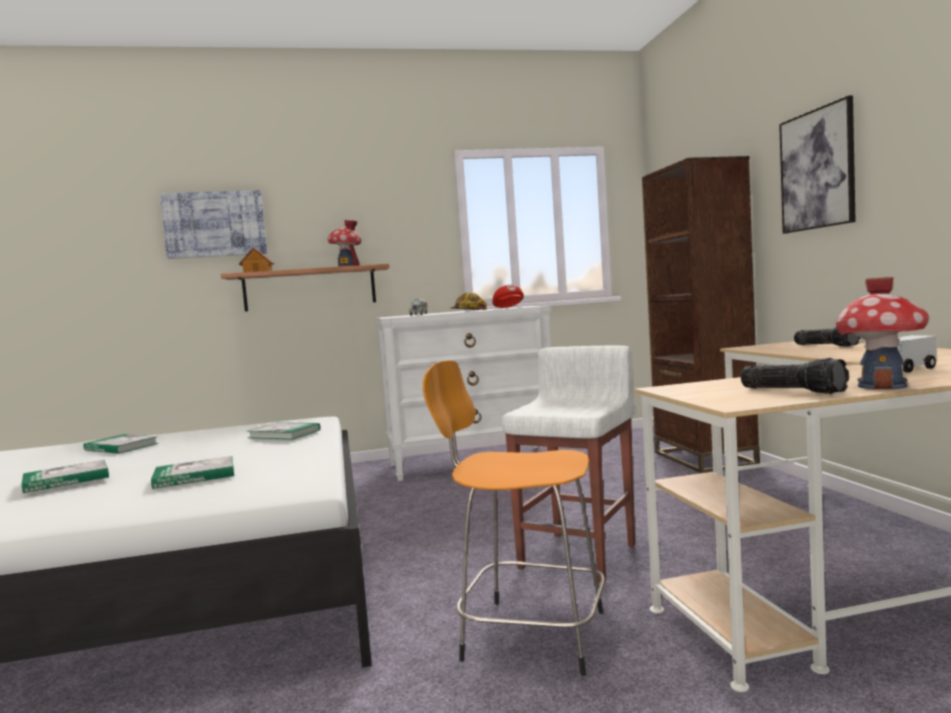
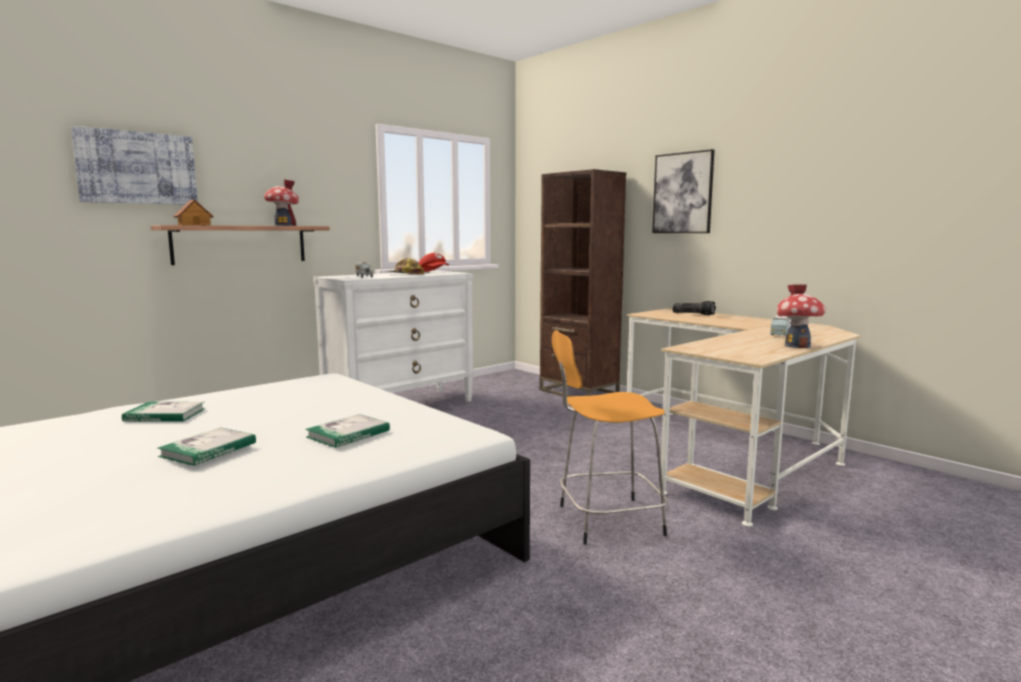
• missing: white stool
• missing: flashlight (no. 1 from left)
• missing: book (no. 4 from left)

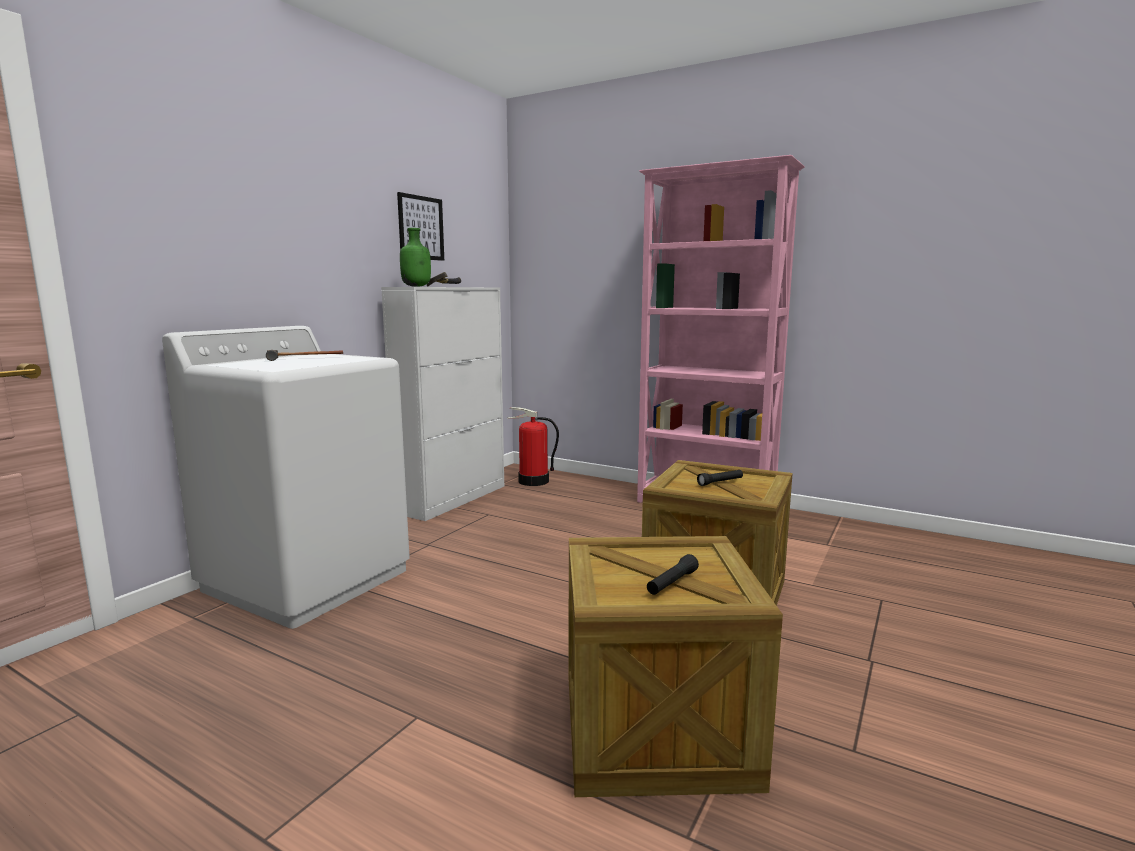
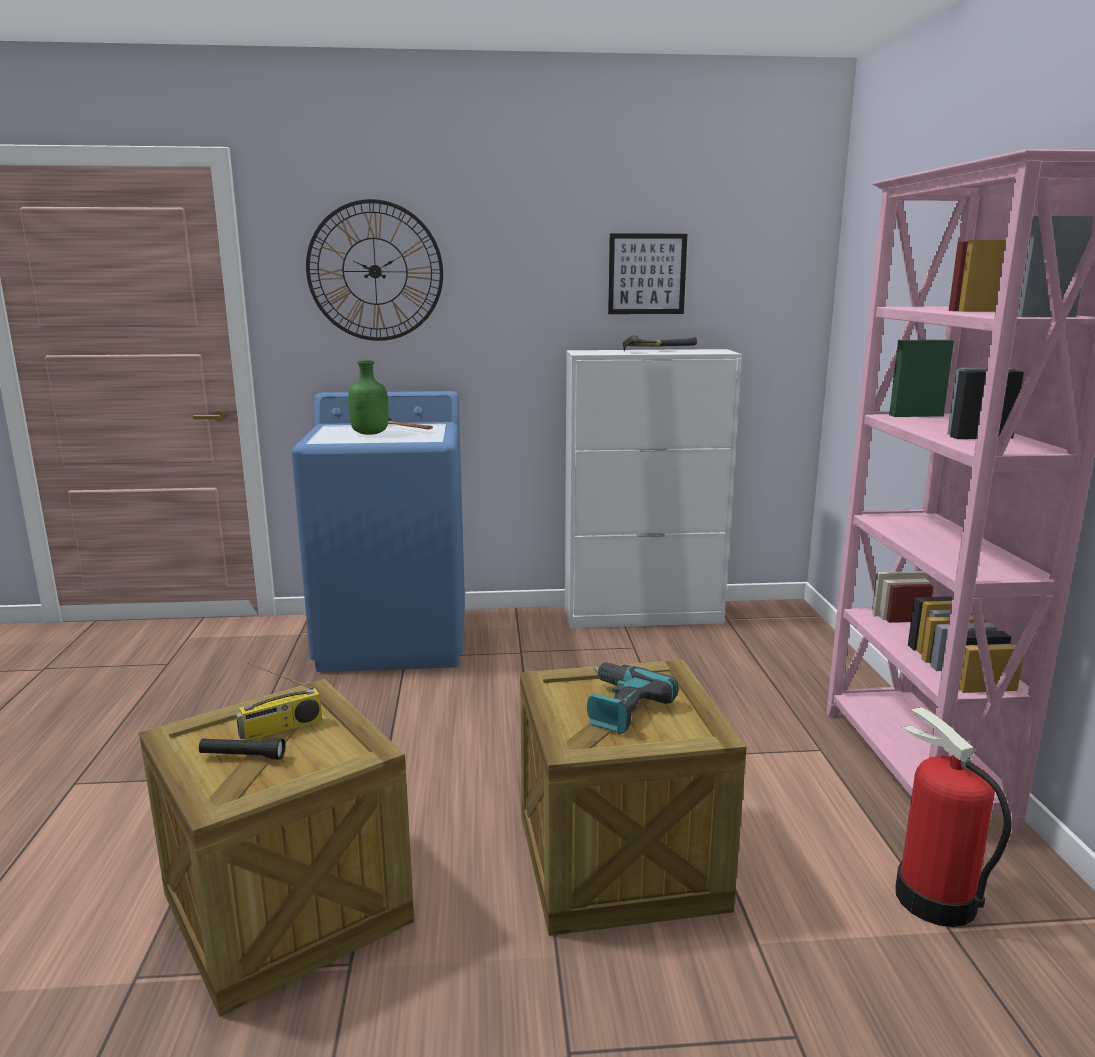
• relocated: green bottle
• colour: white washing machine to blue washing machine
• relocated: fire extinguisher
• exchanged: black flashlight (no. 2 from left) to power drill
• appeared: wall clock
• appeared: radio

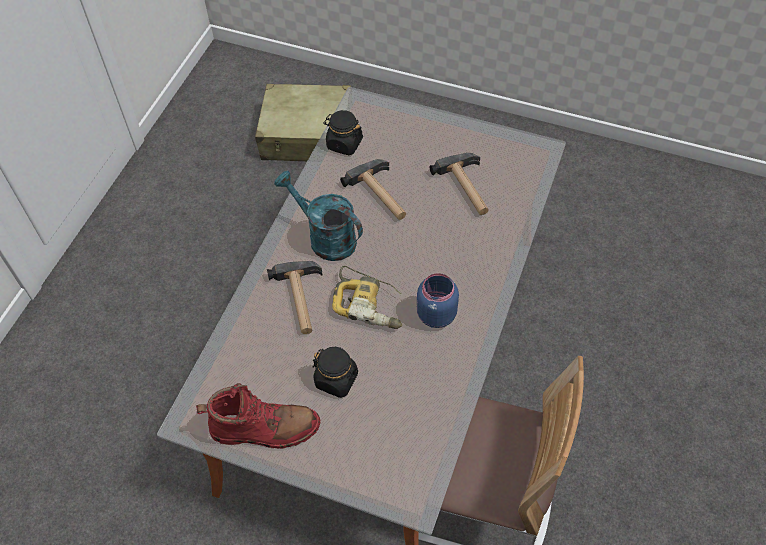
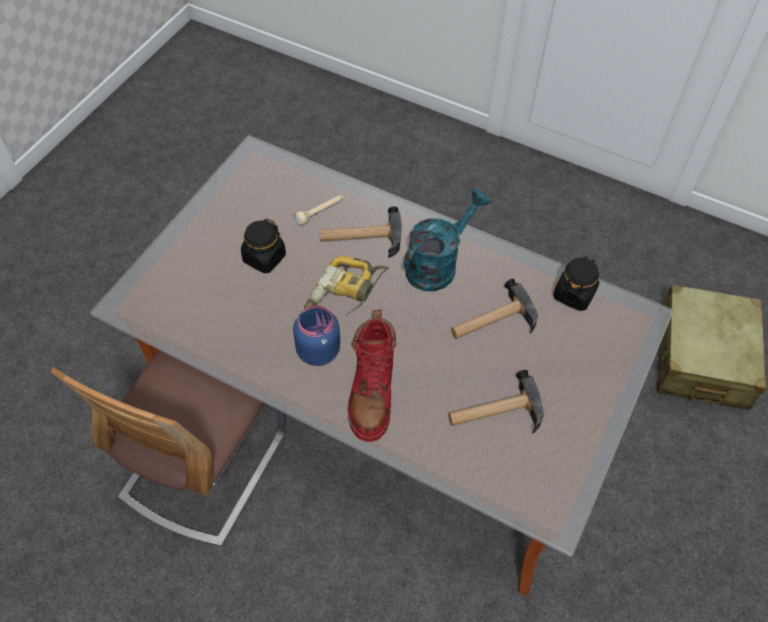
• relocated: red boot
• appeared: beige flashlight

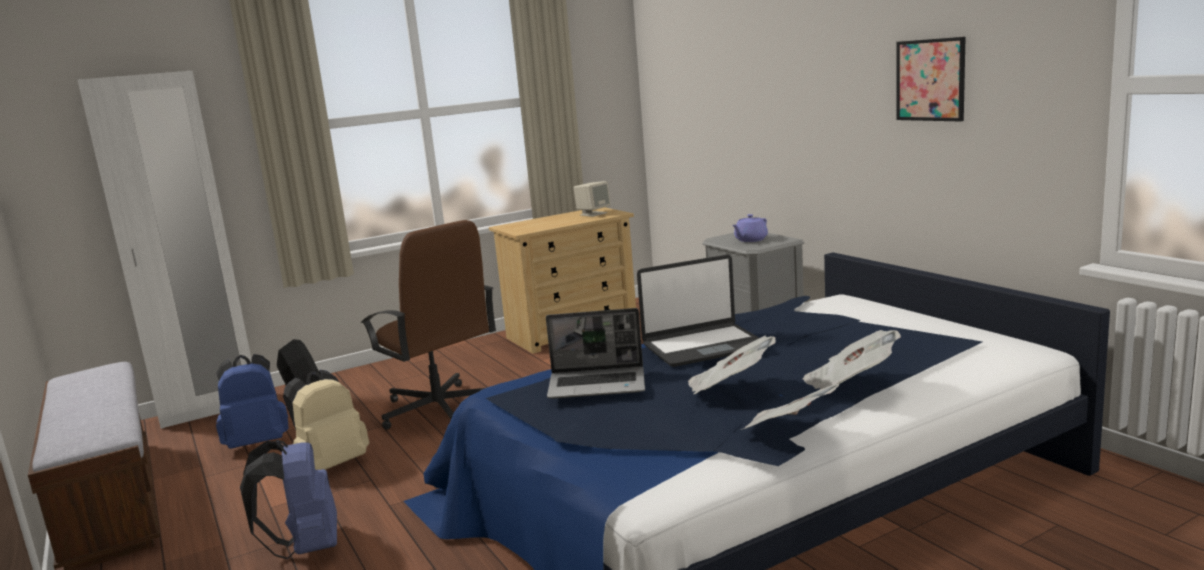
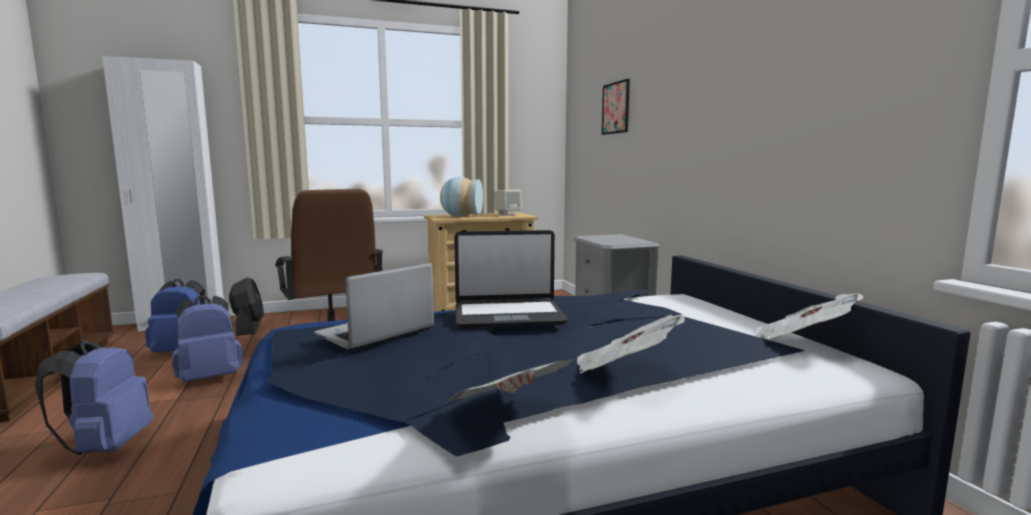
• relocated: picture
• missing: purple teapot
• spun: laptop (no. 1 from left) 120 degrees clockwise
• relocated: newspaper (no. 1 from left in the first image) to newspaper (no. 3 from left)
• colour: beige backpack to blue backpack (no. 3 from left)
• appeared: vase

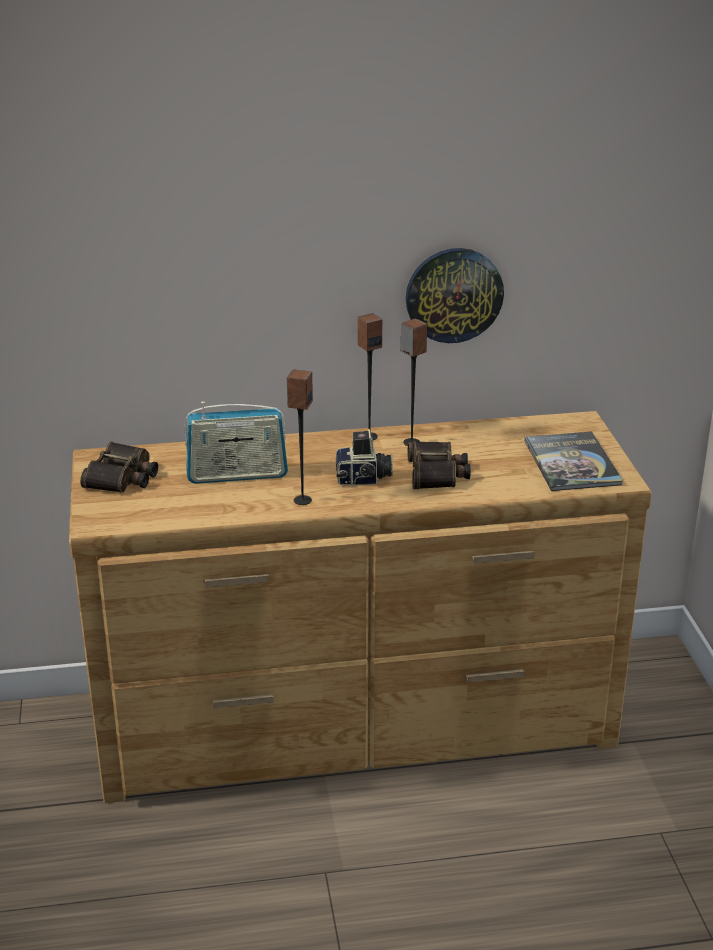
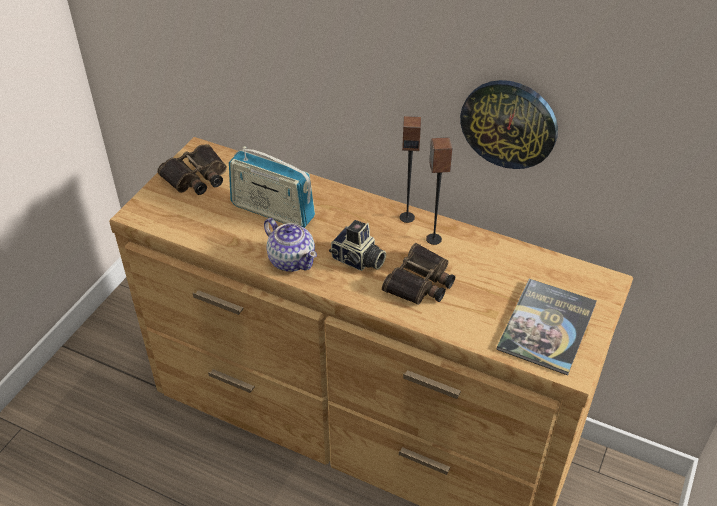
• exchanged: speaker (no. 1 from left) to teapot

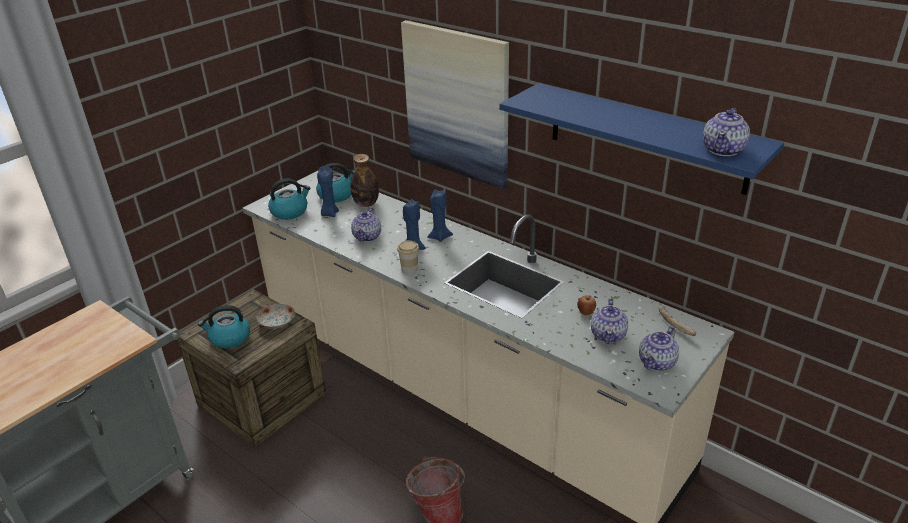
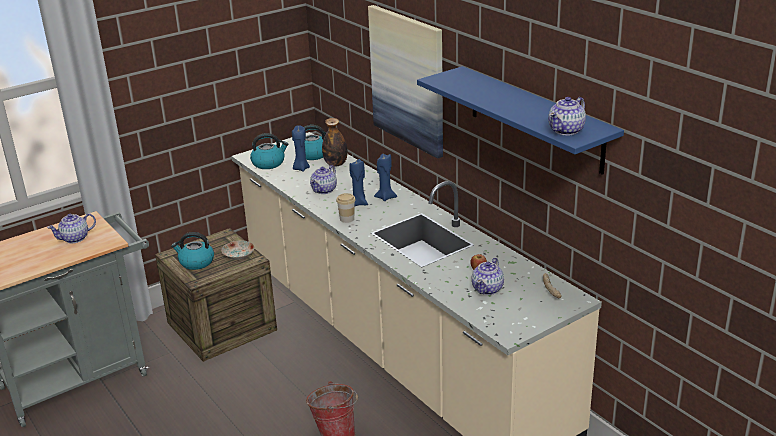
• relocated: teapot (no. 3 from left in the first image) to teapot (no. 1 from left)

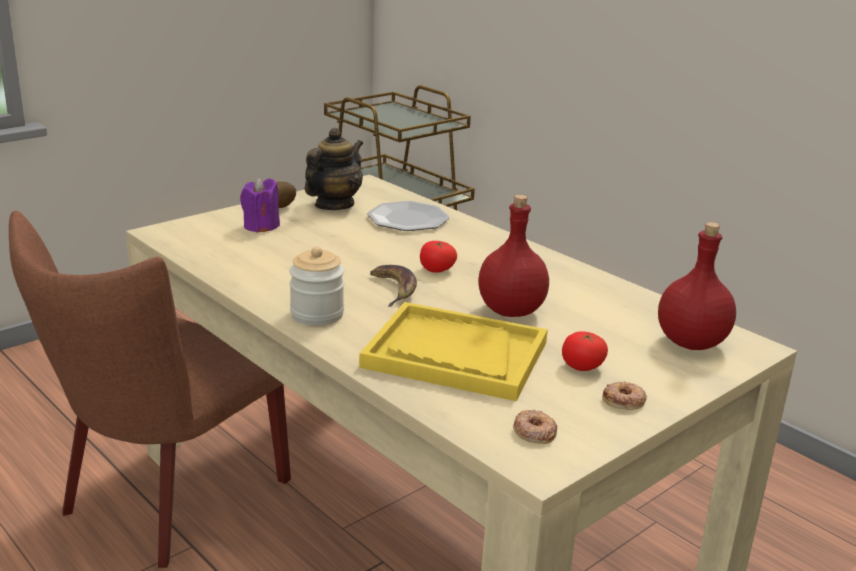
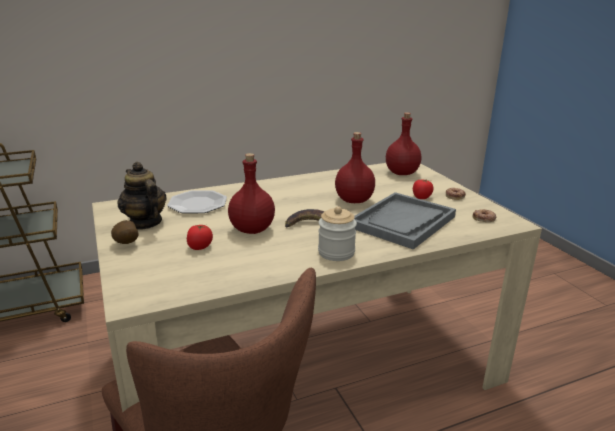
• missing: purple candle
• relocated: tomato (no. 1 from left)
• colour: yellow tray to grey tray
• appeared: red bottle (no. 1 from left)

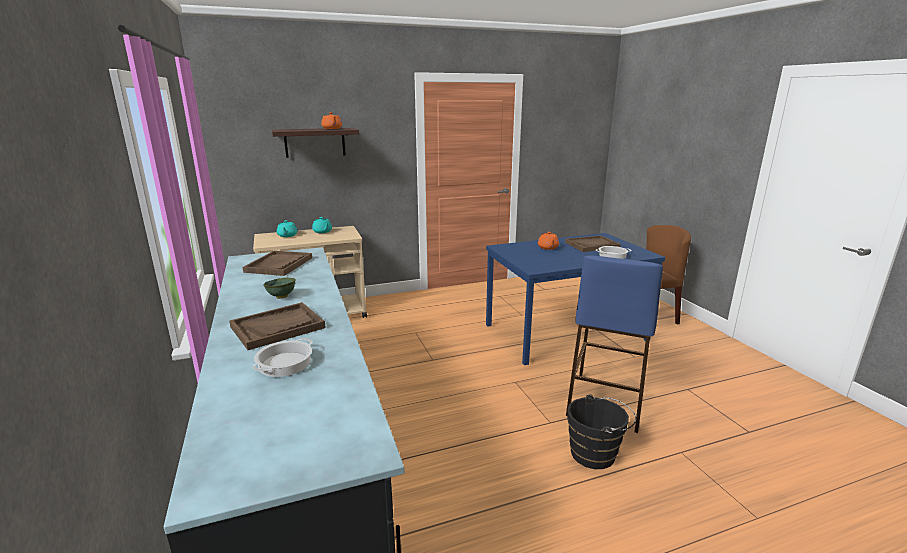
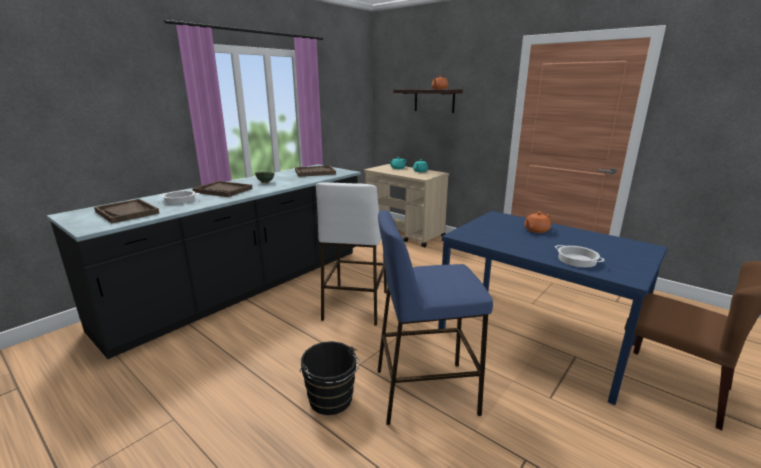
• relocated: brown tray (no. 3 from left in the first image) to brown tray (no. 1 from left)
• appeared: white stool

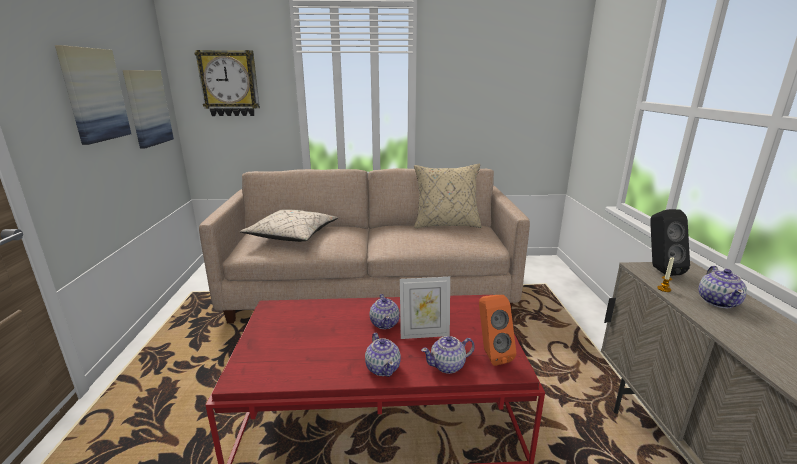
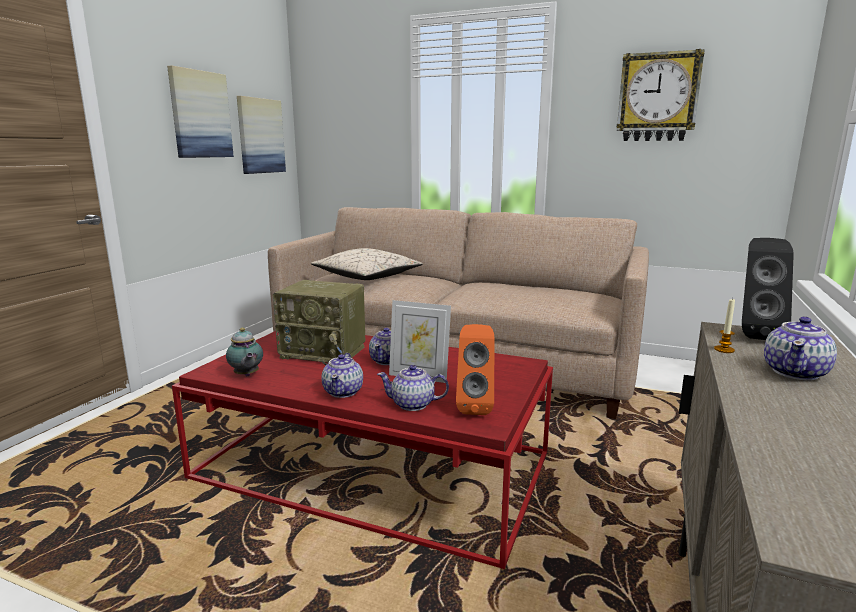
• relocated: wall clock
• missing: beige pillow (no. 2 from left)
• appeared: radio
• appeared: teapot (no. 1 from left)

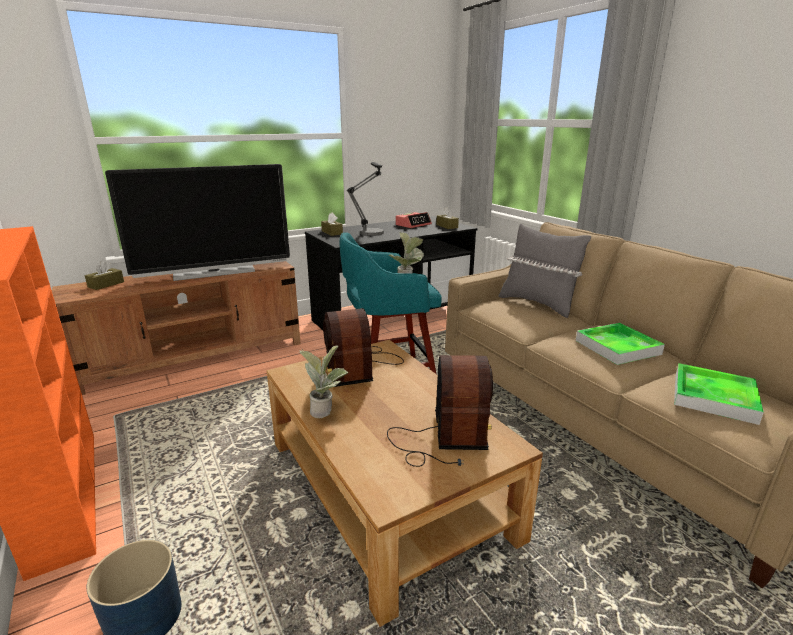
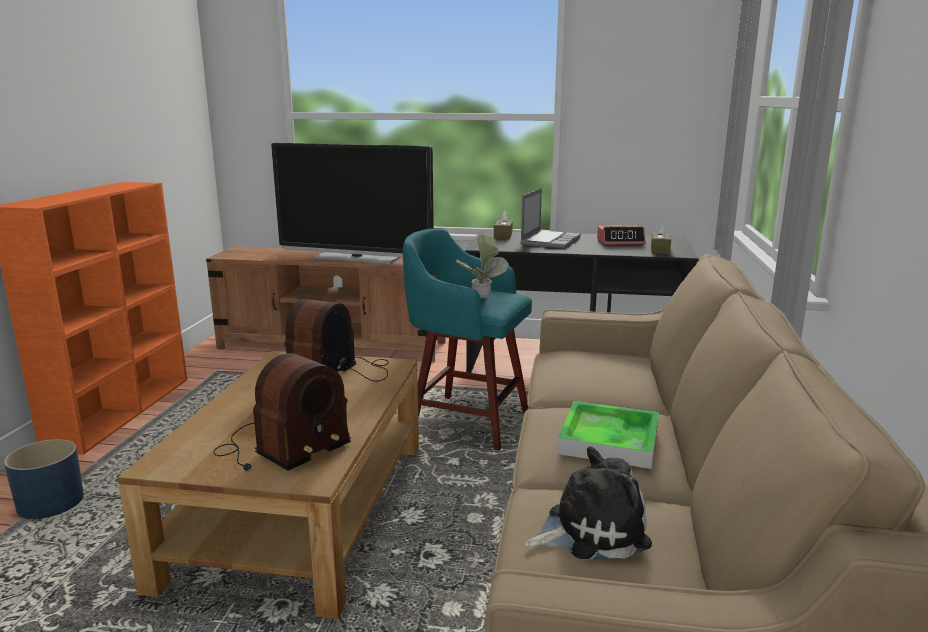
• exchanged: table lamp to laptop
• missing: grey pillow
• missing: brown tissue box (no. 1 from left)
• missing: potted plant (no. 1 from left)
• exchanged: tray (no. 2 from left) to plush toy

